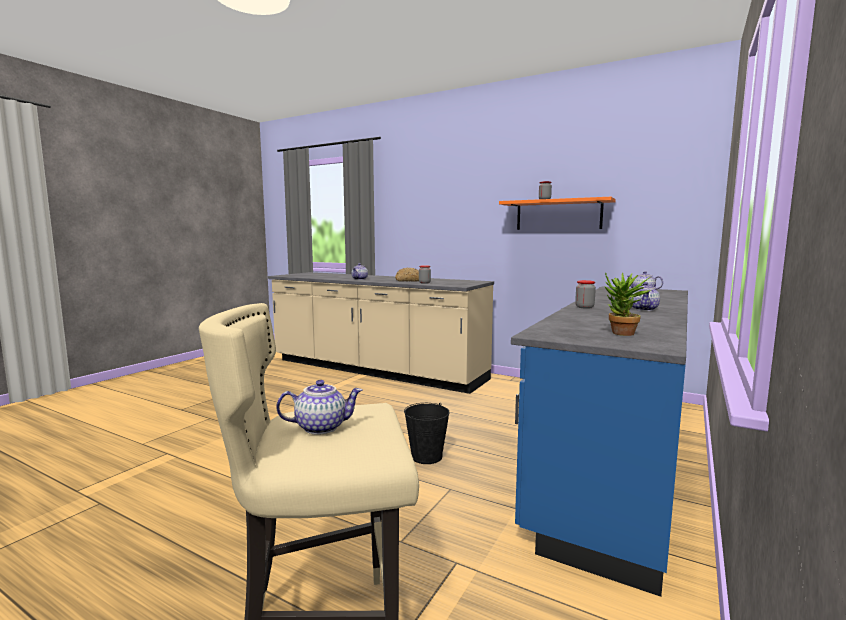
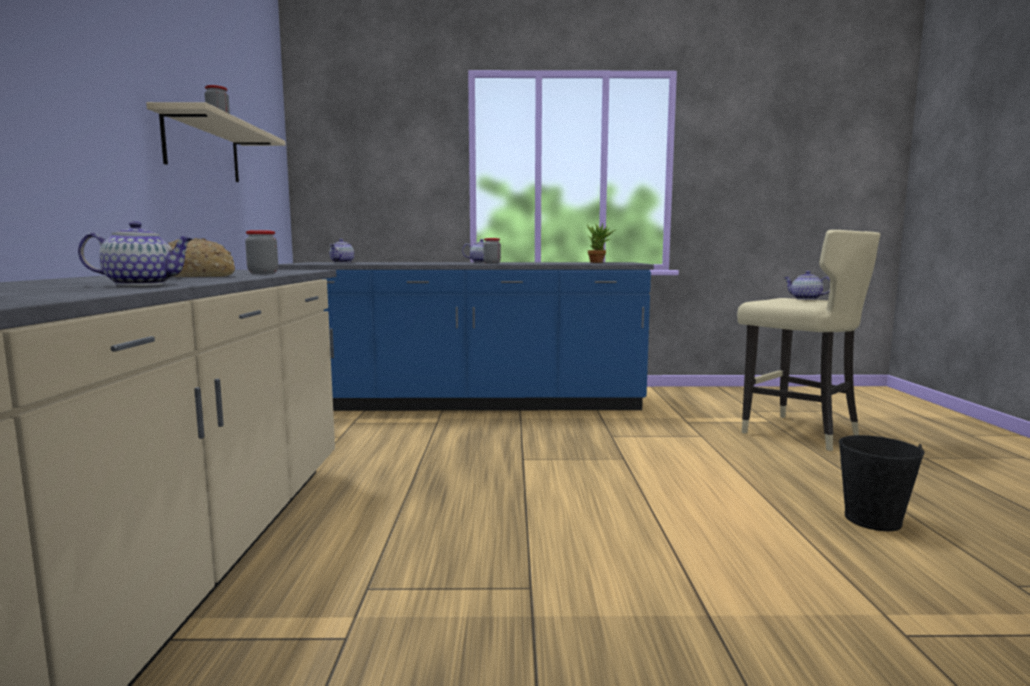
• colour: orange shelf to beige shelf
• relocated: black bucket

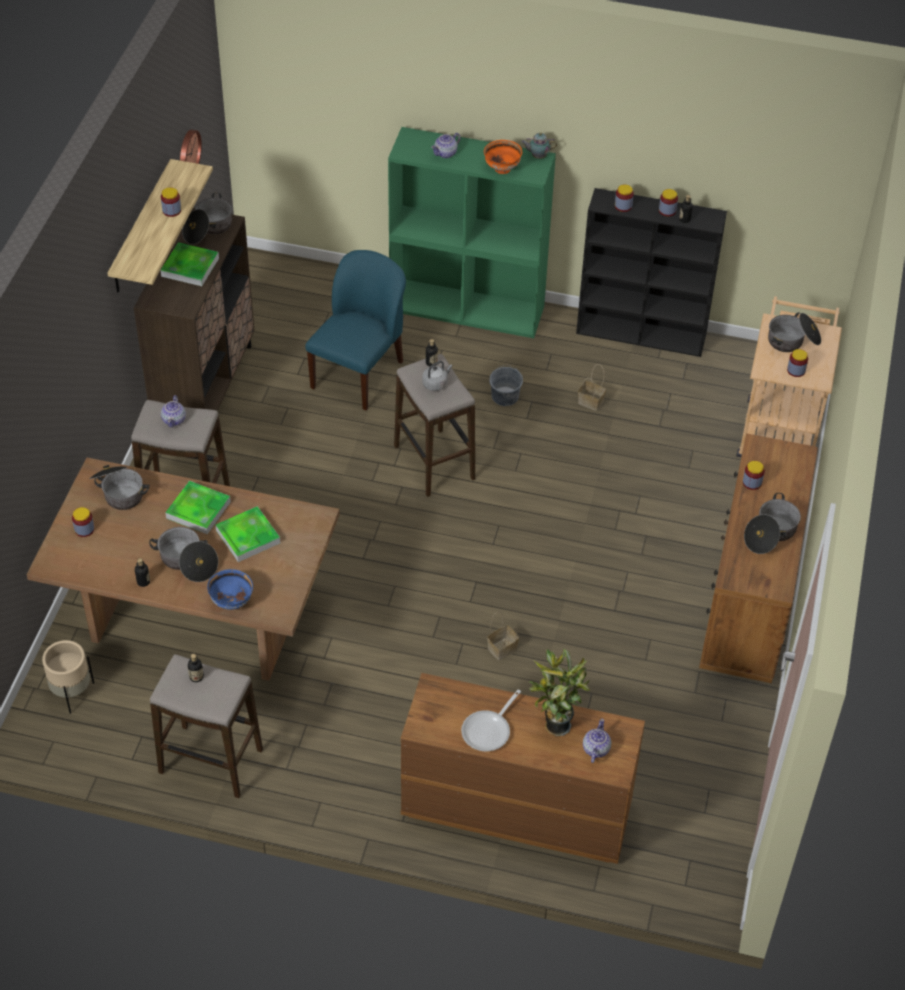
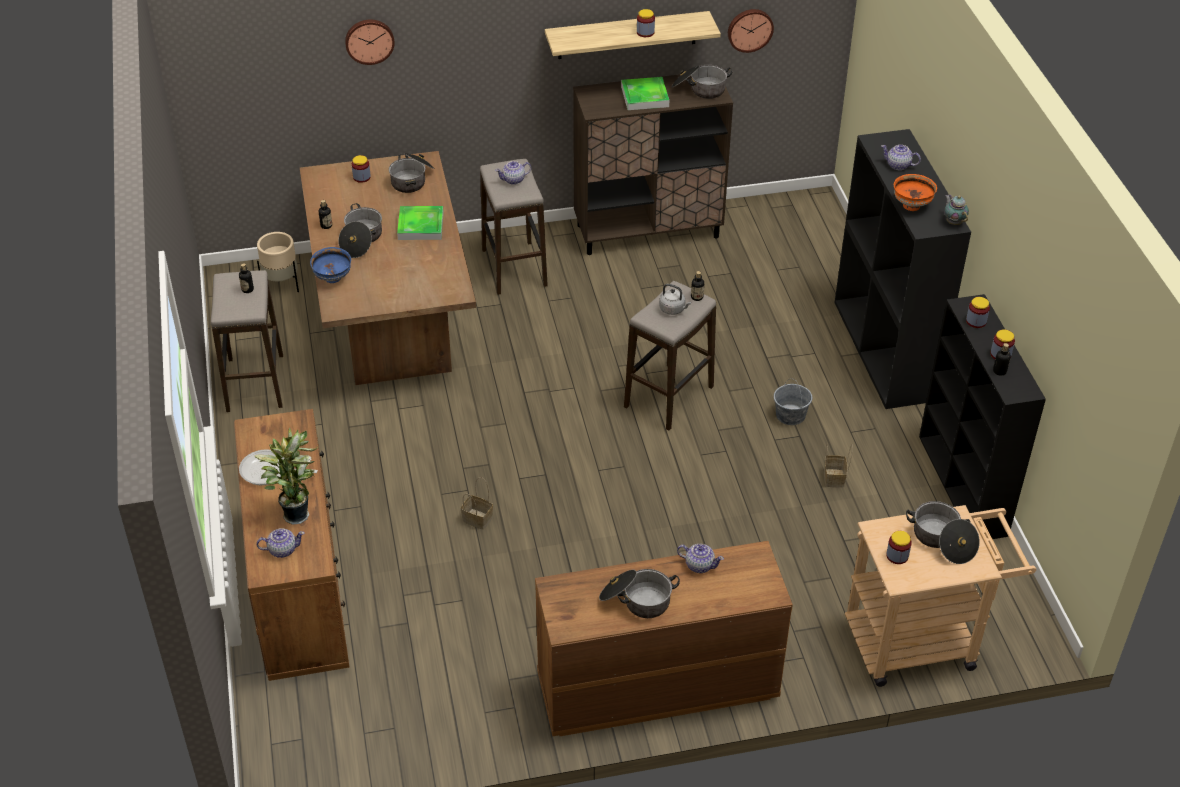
• colour: green bookcase to black bookcase (no. 1 from left)
• missing: blue chair
• exchanged: jar (no. 5 from left) to teapot (no. 3 from left)
• missing: tray (no. 3 from left)
• appeared: wall clock (no. 1 from left)

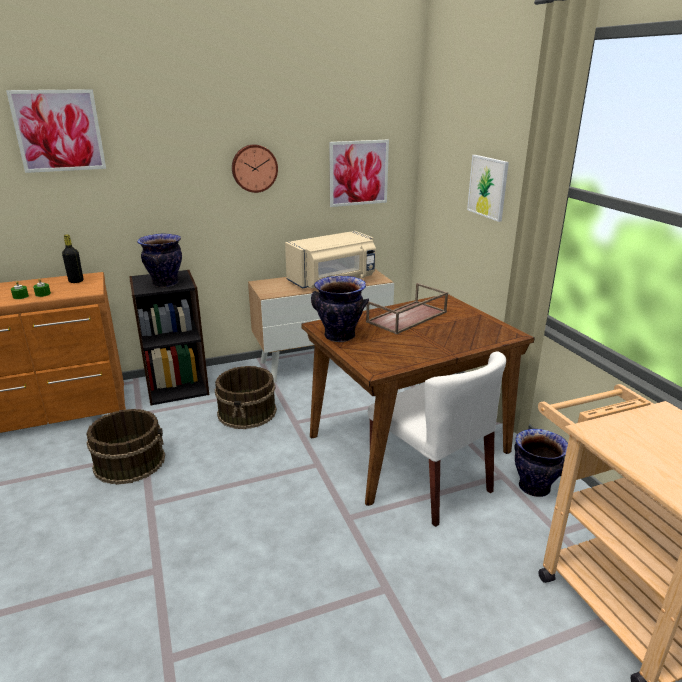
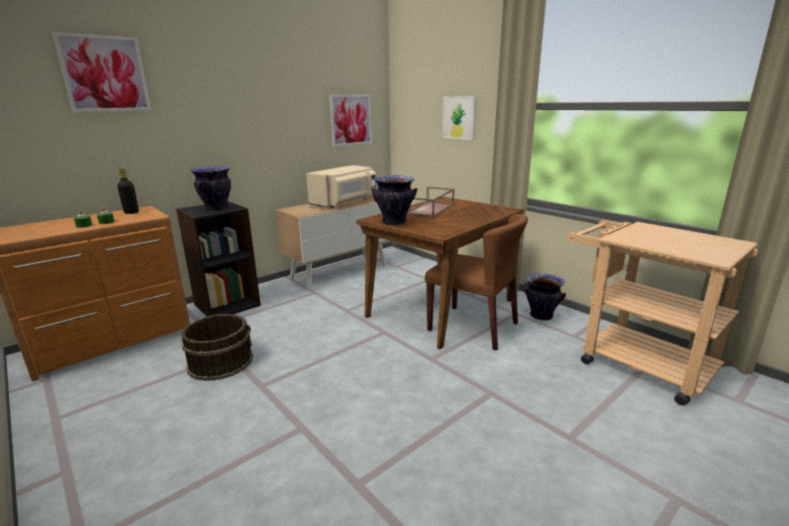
• missing: wall clock
• colour: white chair to brown chair
• missing: brown bucket (no. 2 from left)

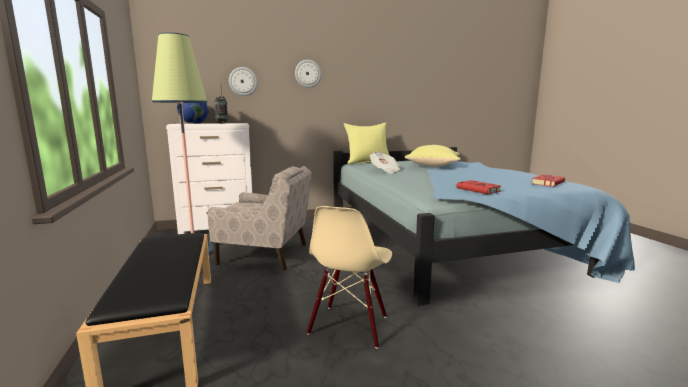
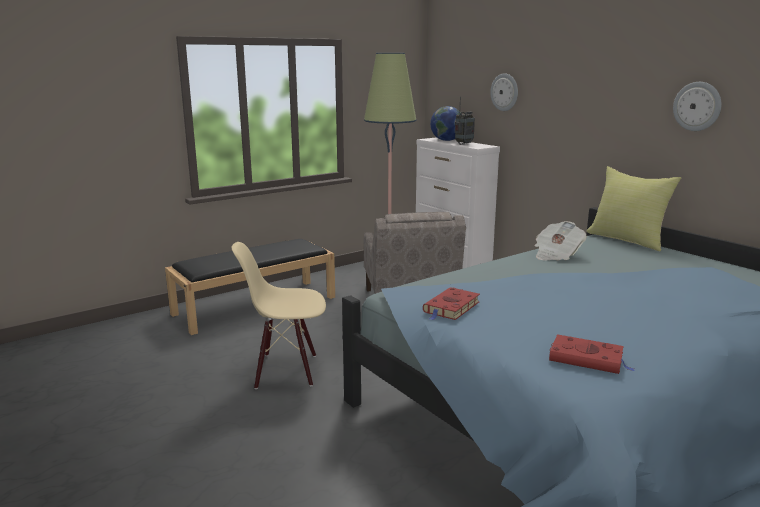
• relocated: wall clock (no. 2 from left)
• missing: yellow pillow (no. 2 from left)

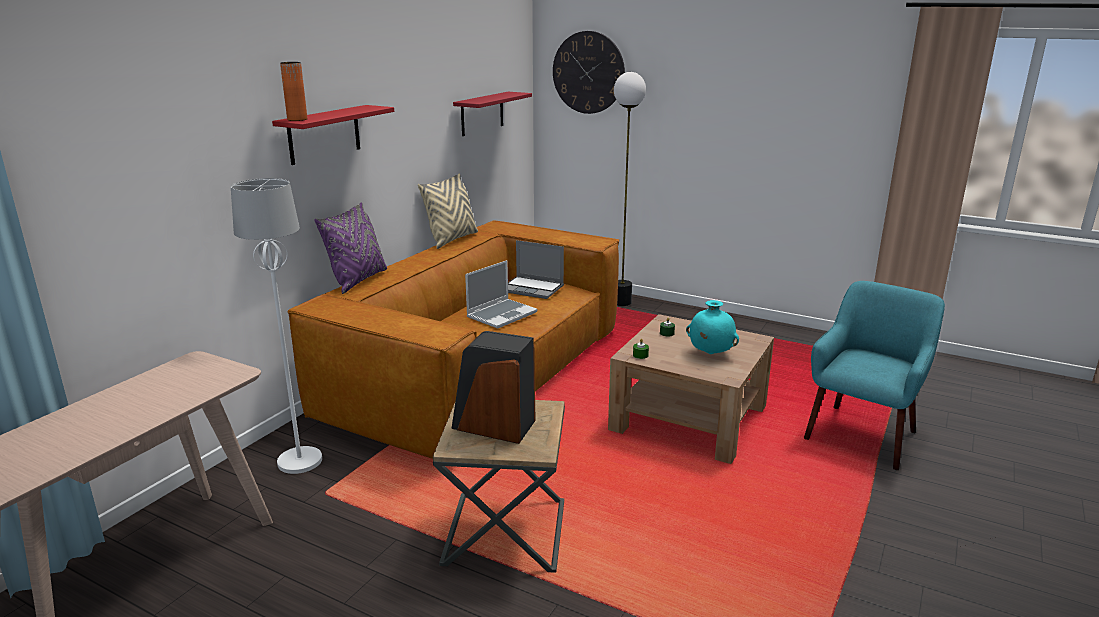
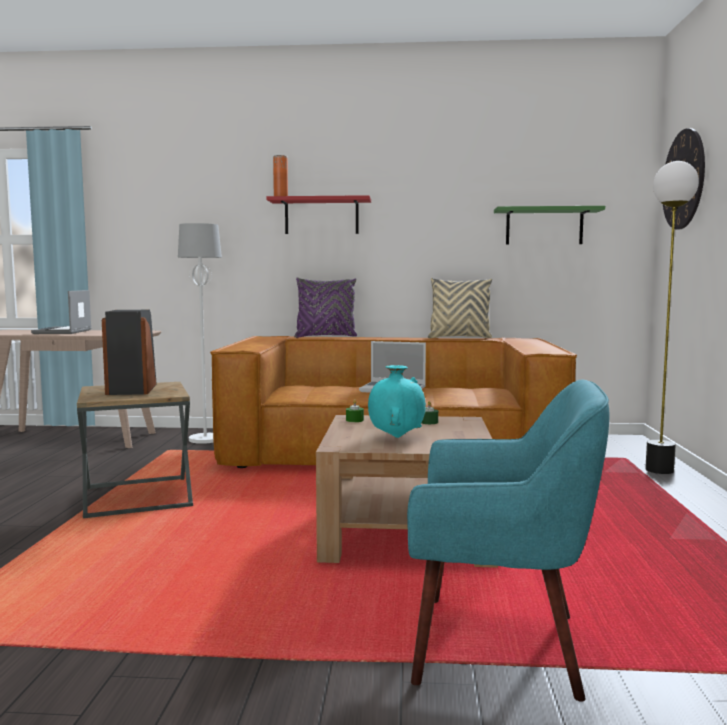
• colour: red shelf (no. 2 from left) to green shelf
• relocated: laptop (no. 2 from left in the first image) to laptop (no. 1 from left)

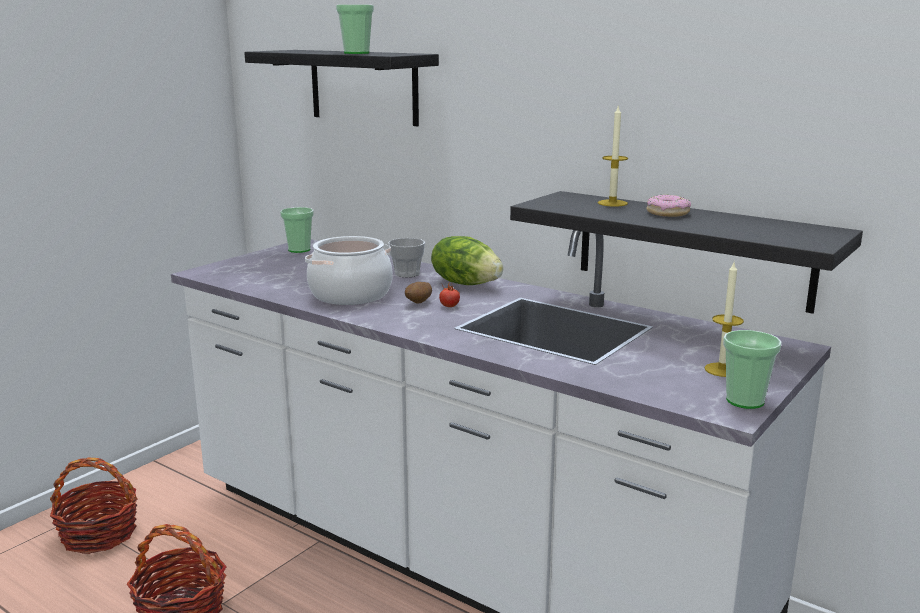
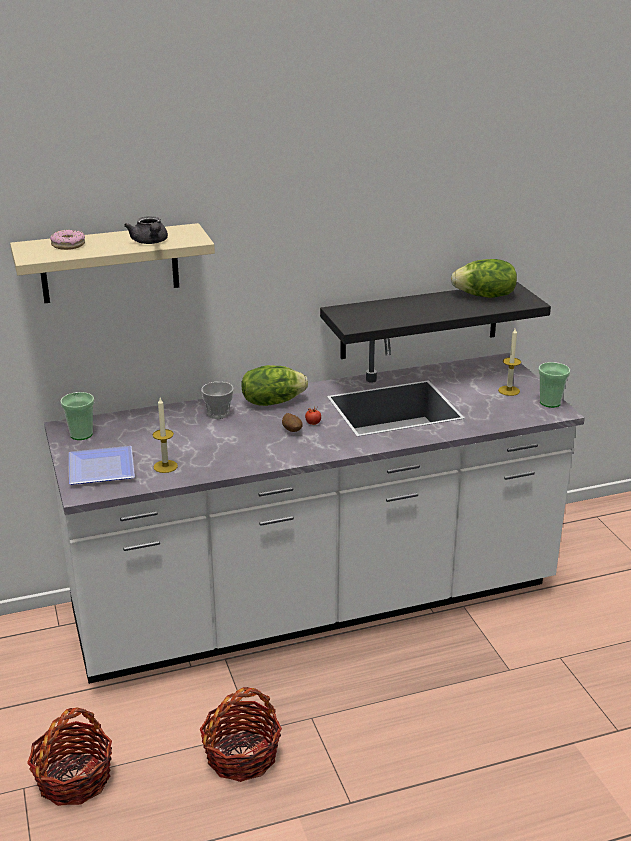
• exchanged: cup (no. 2 from left) to grey teapot
• colour: black shelf (no. 1 from left) to beige shelf
• relocated: candle (no. 1 from left)
• relocated: donut
• missing: cooking pot
• appeared: lettuce (no. 2 from left)
• appeared: plate

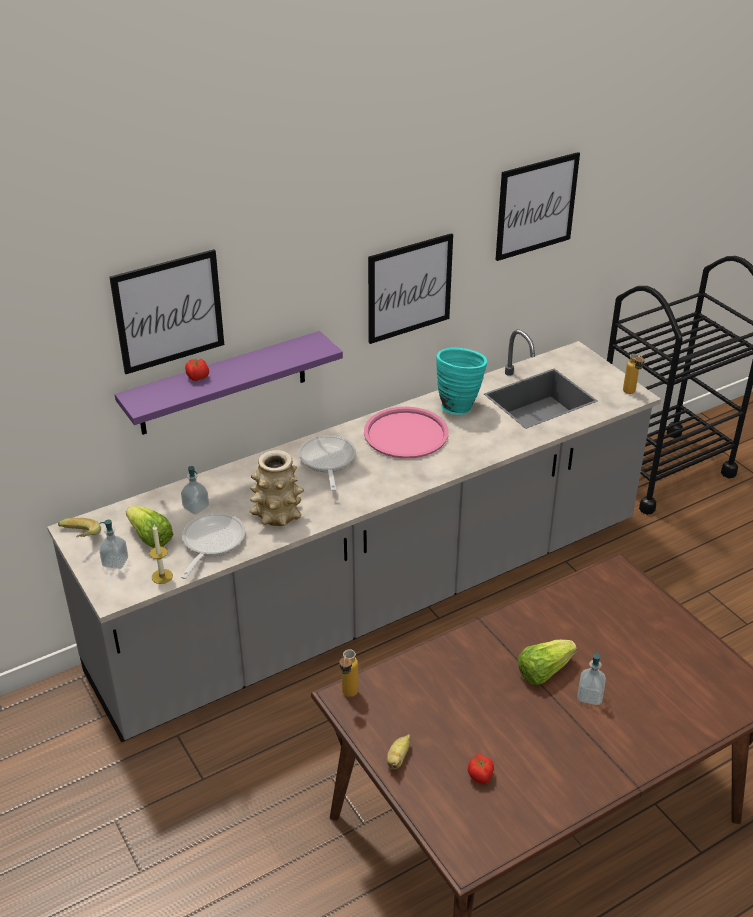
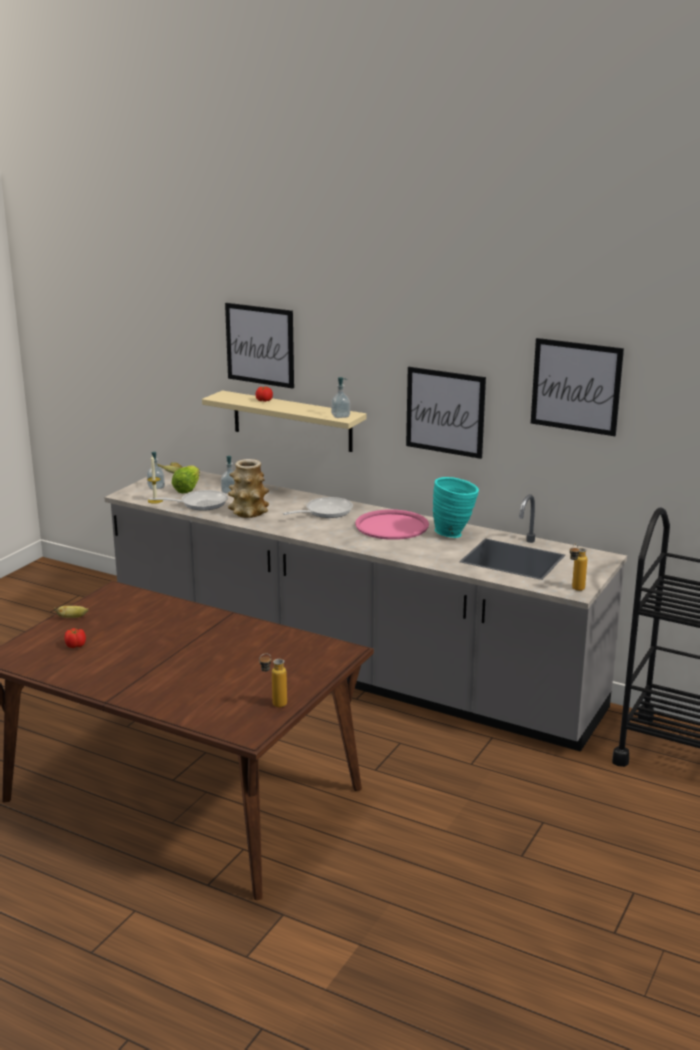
• colour: purple shelf to beige shelf
• missing: lettuce (no. 2 from left)
• relocated: bottle (no. 1 from left)
• relocated: soap dispenser (no. 3 from left)

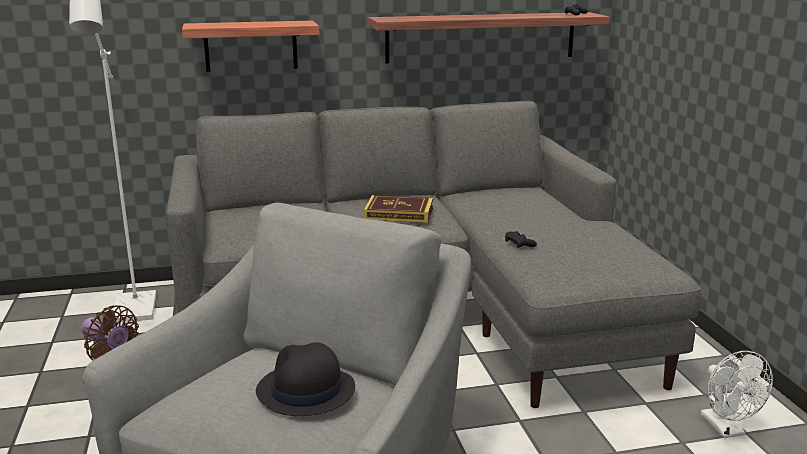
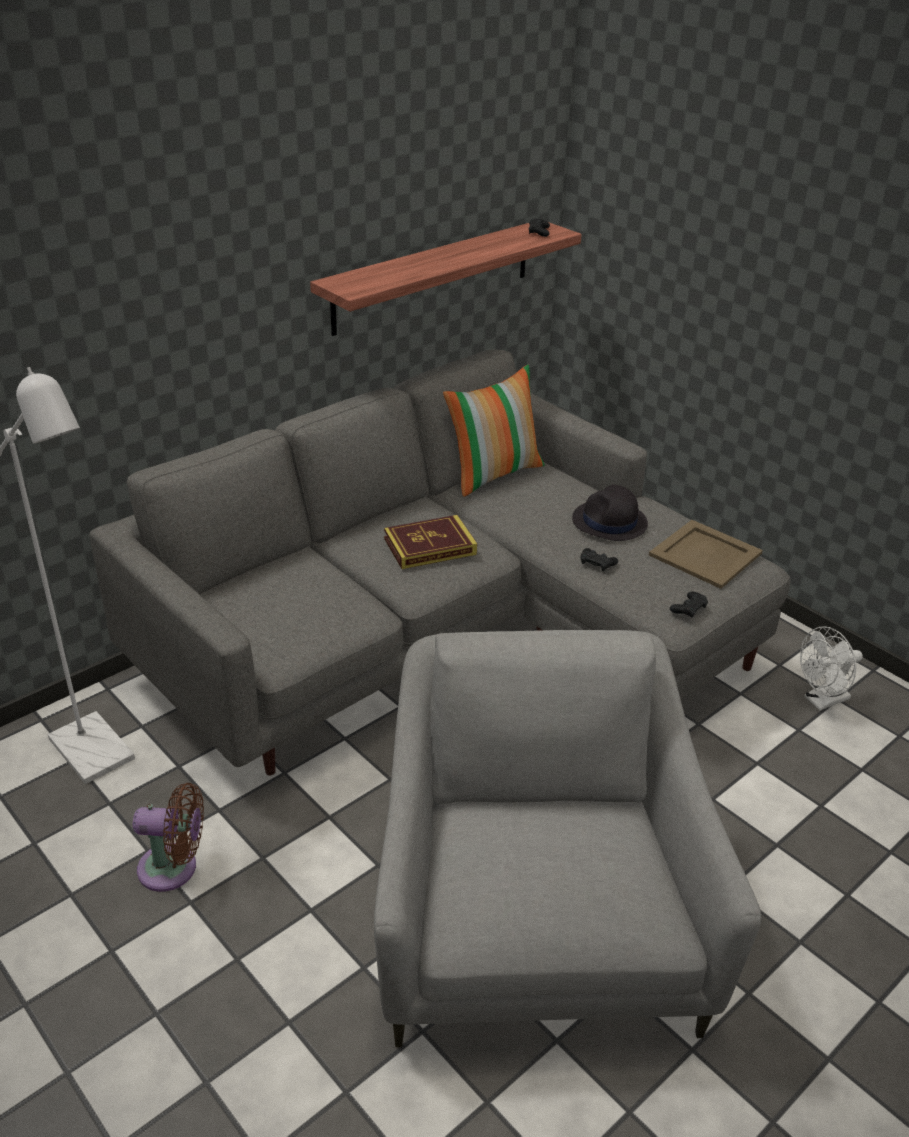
• missing: shelf (no. 1 from left)
• relocated: black hat
• spun: white fan 105 degrees clockwise
• appeared: pillow
• appeared: beige tray
• appeared: black game controller (no. 3 from left)

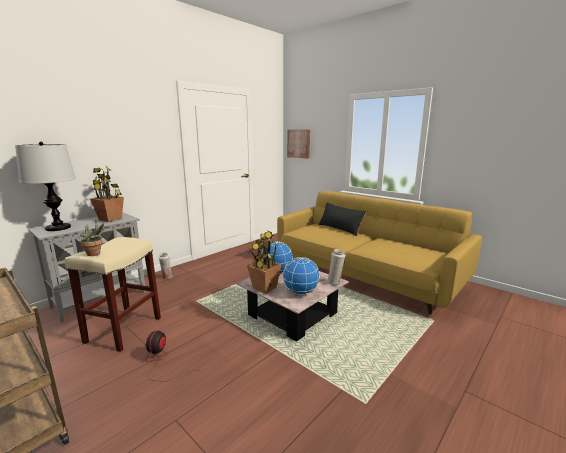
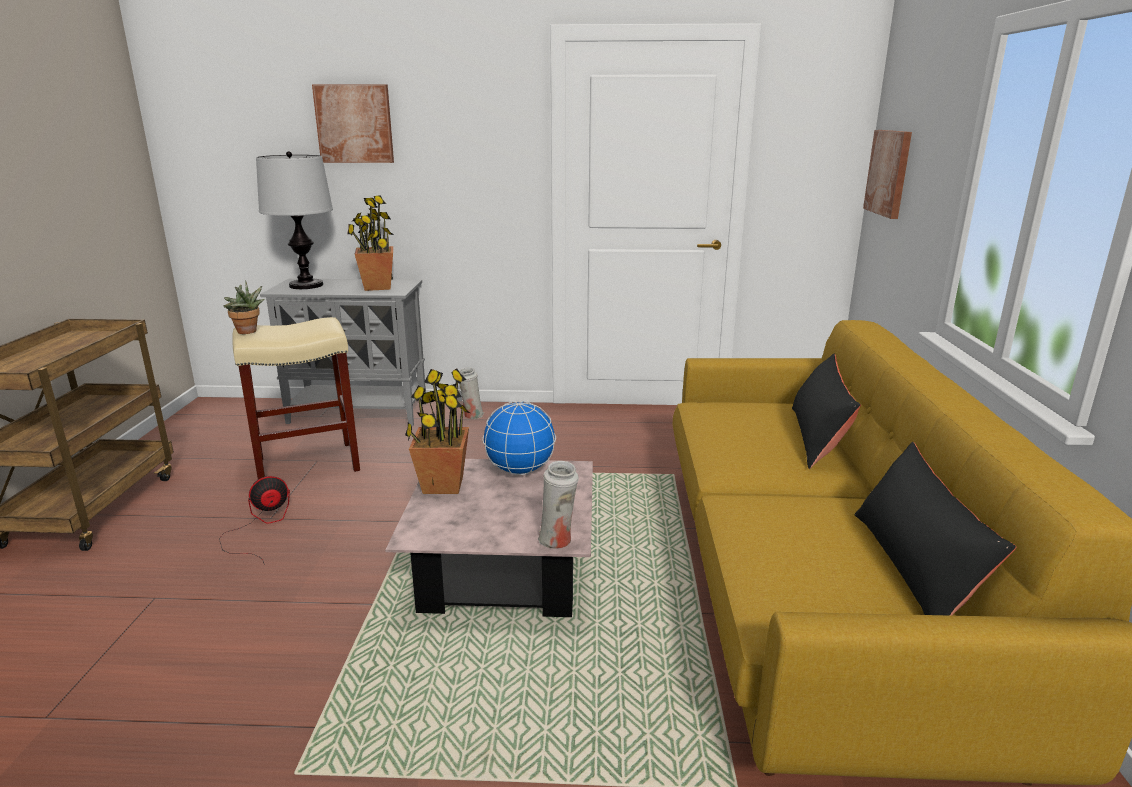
• missing: globe (no. 2 from left)
• appeared: picture (no. 1 from left)
• appeared: black pillow (no. 2 from left)

